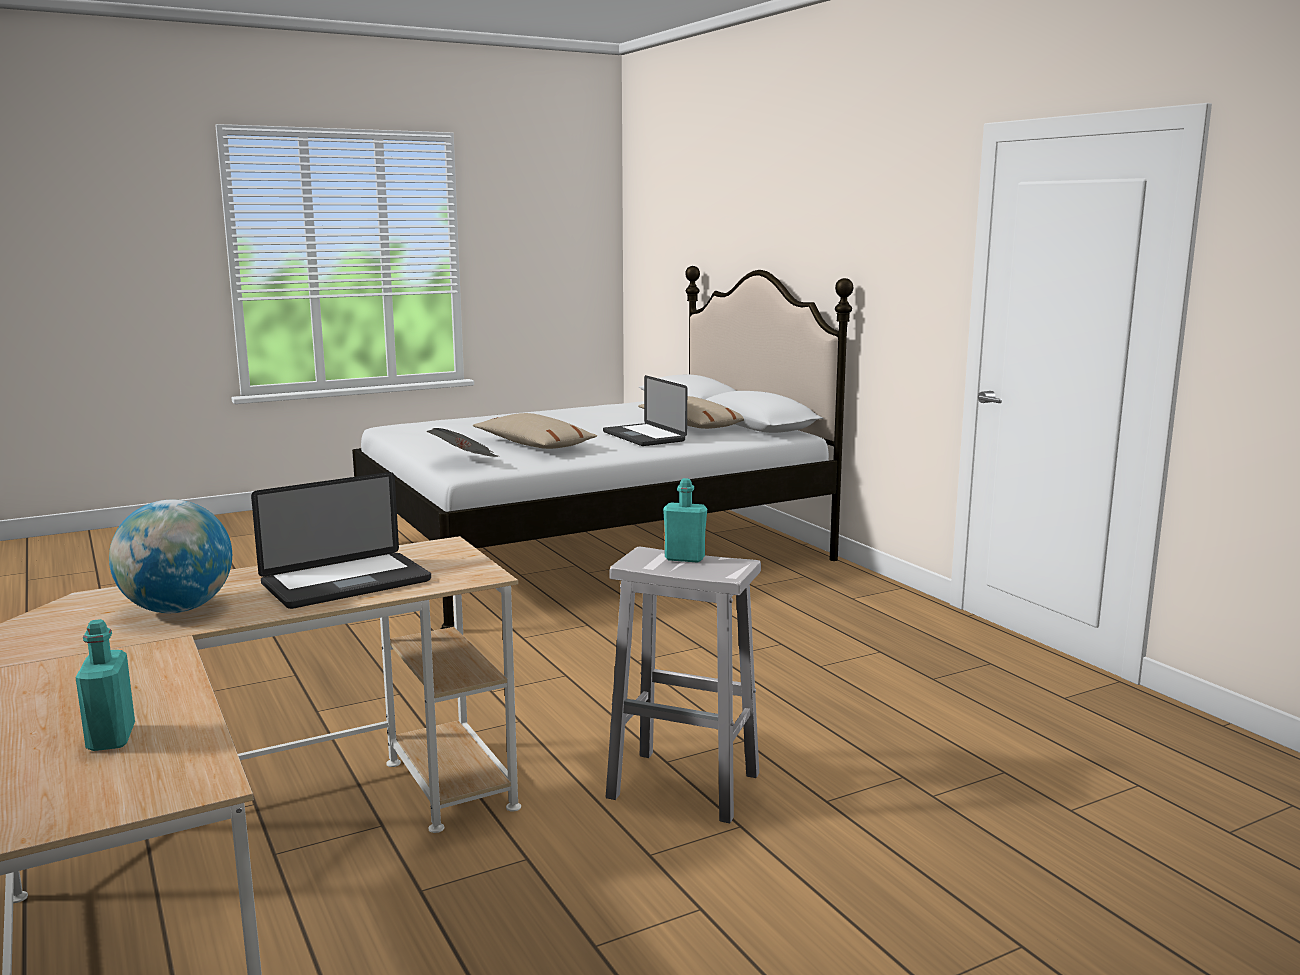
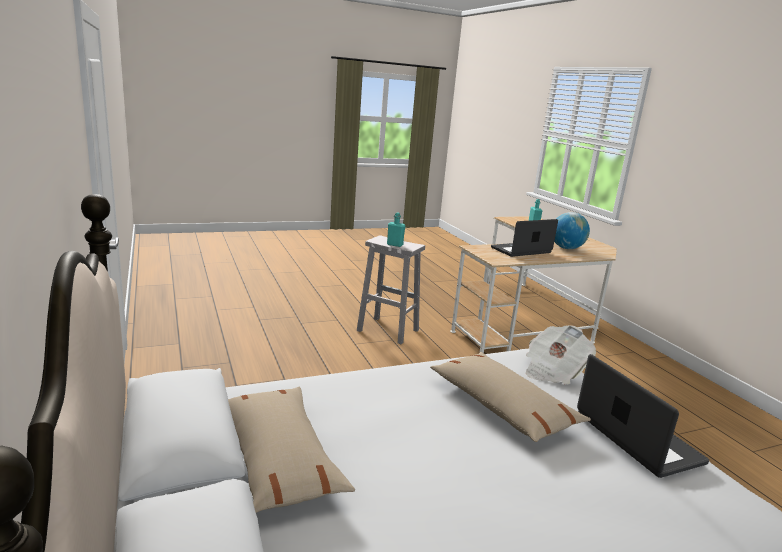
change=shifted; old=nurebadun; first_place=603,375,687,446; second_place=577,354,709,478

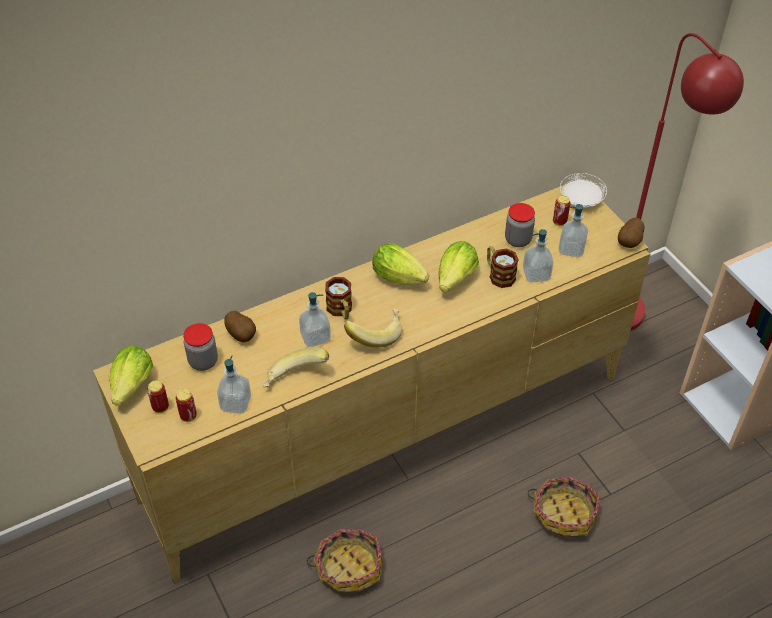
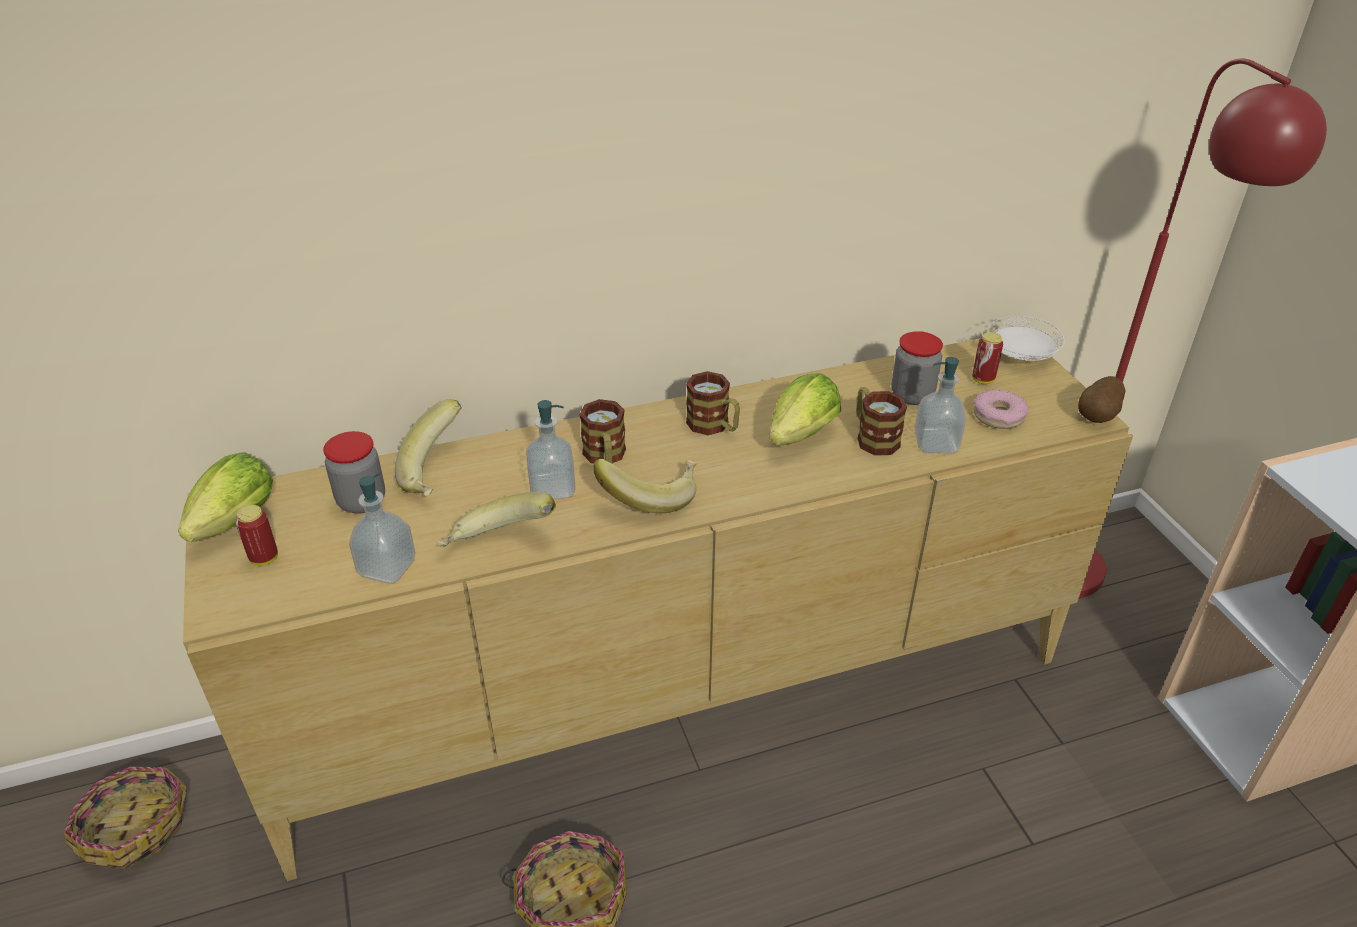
change=shifted; old=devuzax; first_place=527,477,600,537; second_place=64,767,187,868
change=swapped; old=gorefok; new=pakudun; first_place=224,311,256,342; second_place=395,400,462,497
change=swapped; old=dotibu; new=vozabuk; first_place=372,243,429,285; second_place=686,371,740,435
change=swapped; old=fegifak; new=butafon; first_place=559,204,588,257; second_place=973,389,1029,429
change=gone; old=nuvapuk; first_place=175,389,197,422

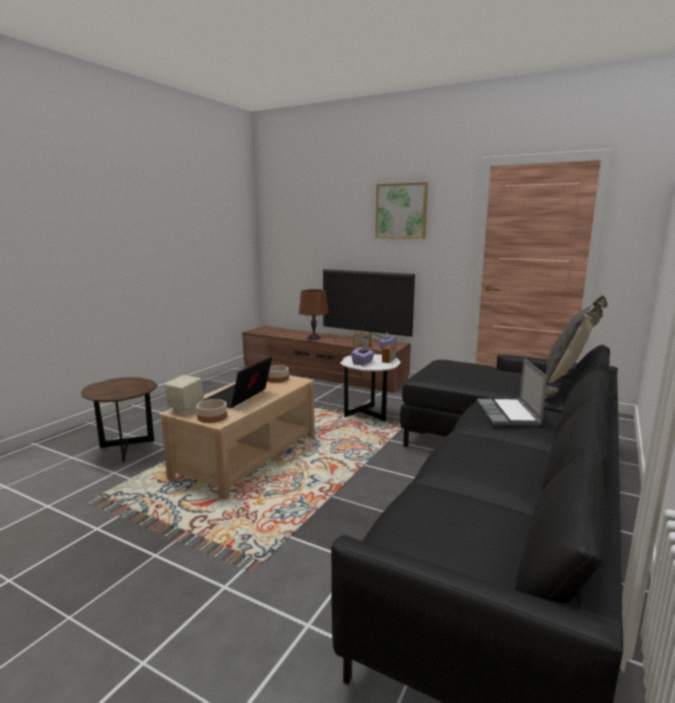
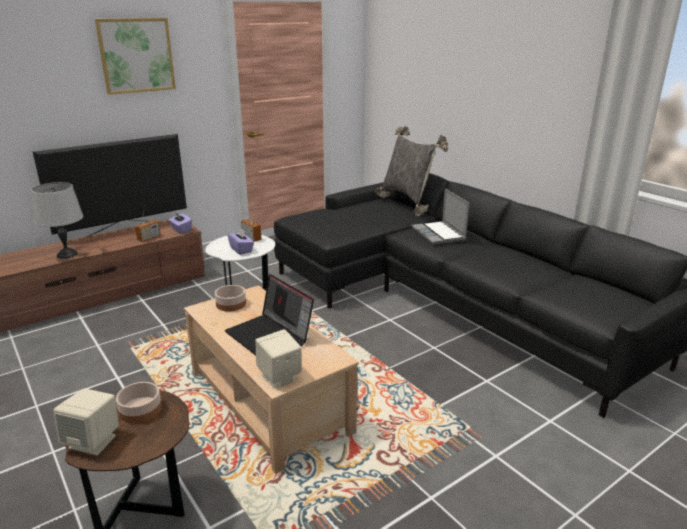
change=repainted; old=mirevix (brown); new=mirevix (grey); first_place=299,289,329,340; second_place=31,182,83,259
change=new; new=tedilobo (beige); second_place=53,388,119,456
change=shifted; old=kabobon; first_place=196,399,227,423; second_place=116,382,162,424
change=rotated; old=nurebadun; first_place=477,358,547,425; second_place=412,188,469,245; degrees=45

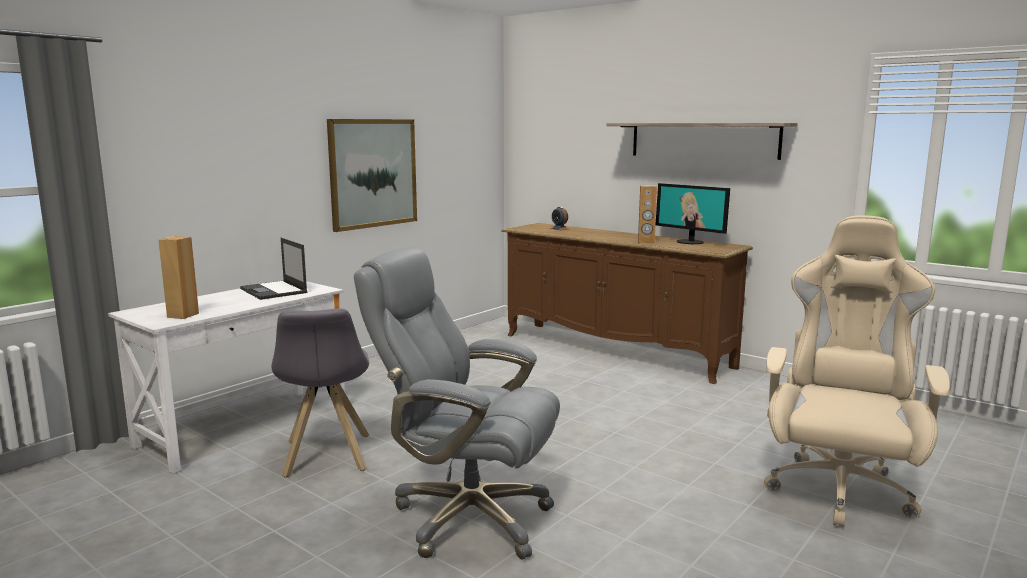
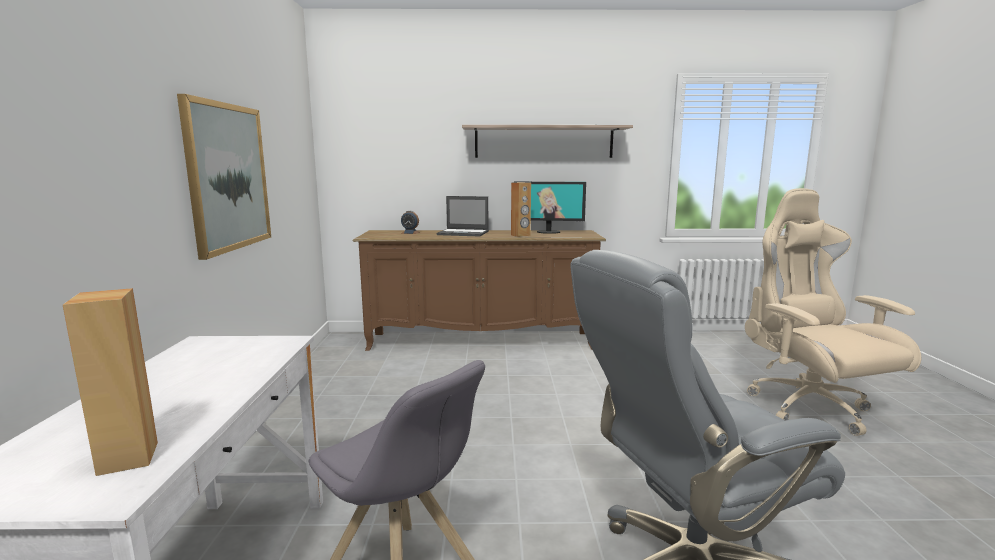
change=shifted; old=nurebadun; first_place=240,238,308,300; second_place=436,196,489,236

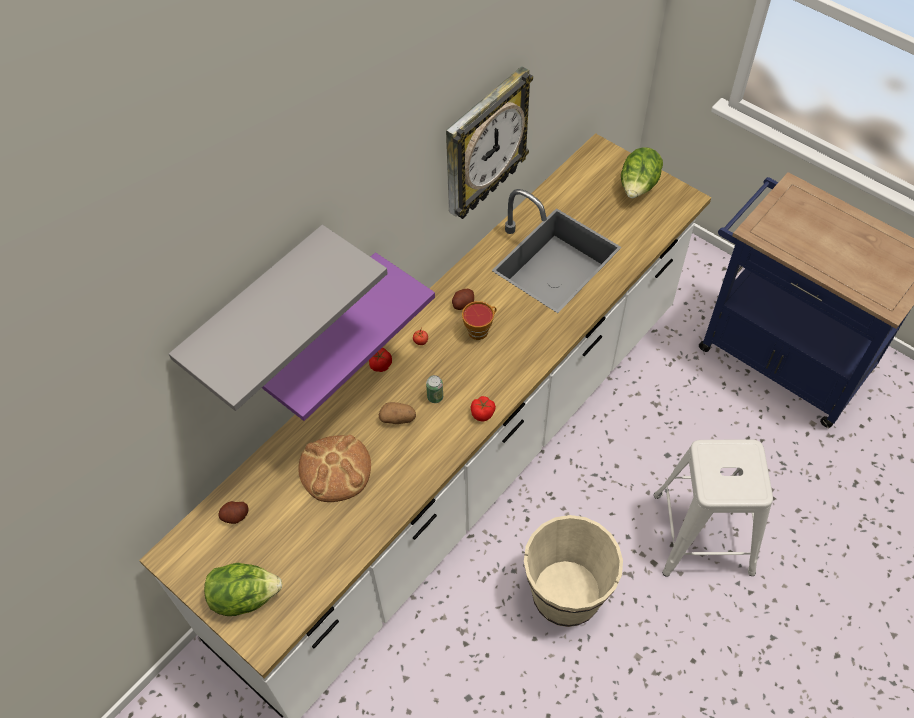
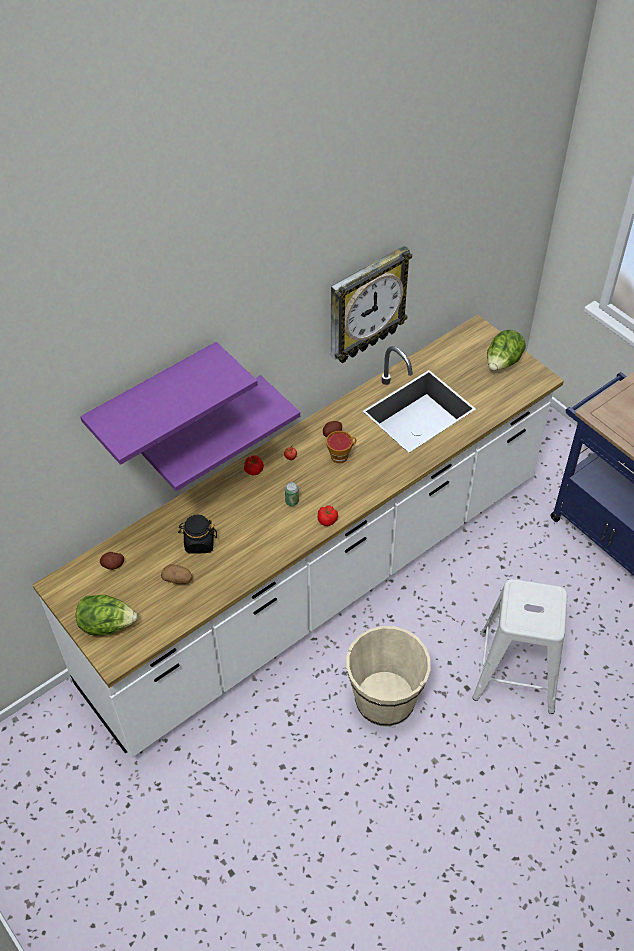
change=repainted; old=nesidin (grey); new=nesidin (purple); first_place=169,225,388,411; second_place=80,342,258,465
change=shifted; old=gorefok; first_place=379,402,416,424; second_place=161,564,192,584
change=swapped; old=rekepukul; new=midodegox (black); first_place=298,435,371,502; second_place=178,515,217,554

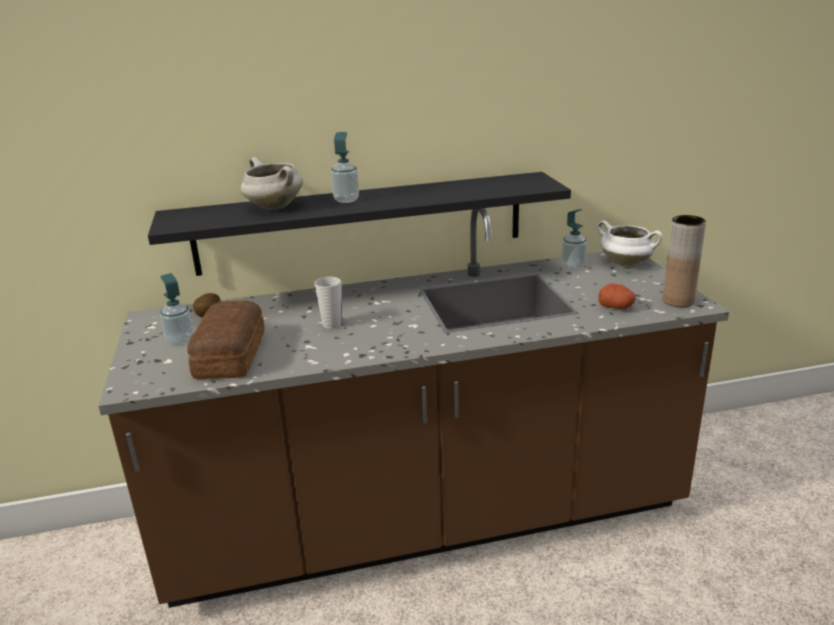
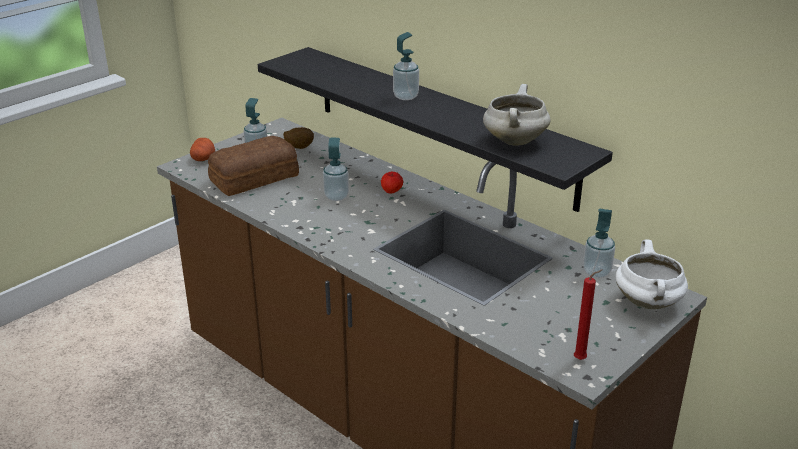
change=shifted; old=gorefok; first_place=598,283,636,309; second_place=190,138,215,161
change=swapped; old=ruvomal; new=fegifak; first_place=314,277,341,329; second_place=323,138,349,201
change=new; new=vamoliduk; second_place=381,172,403,193
change=shifted; old=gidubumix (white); first_place=241,157,303,210; second_place=483,84,550,146
change=swapped; old=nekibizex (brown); new=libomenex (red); first_place=663,215,706,307; second_place=574,269,602,360

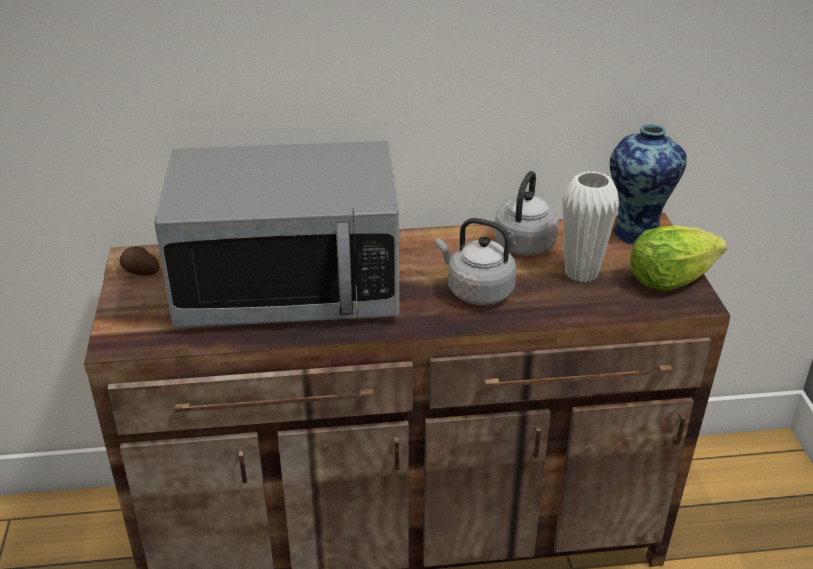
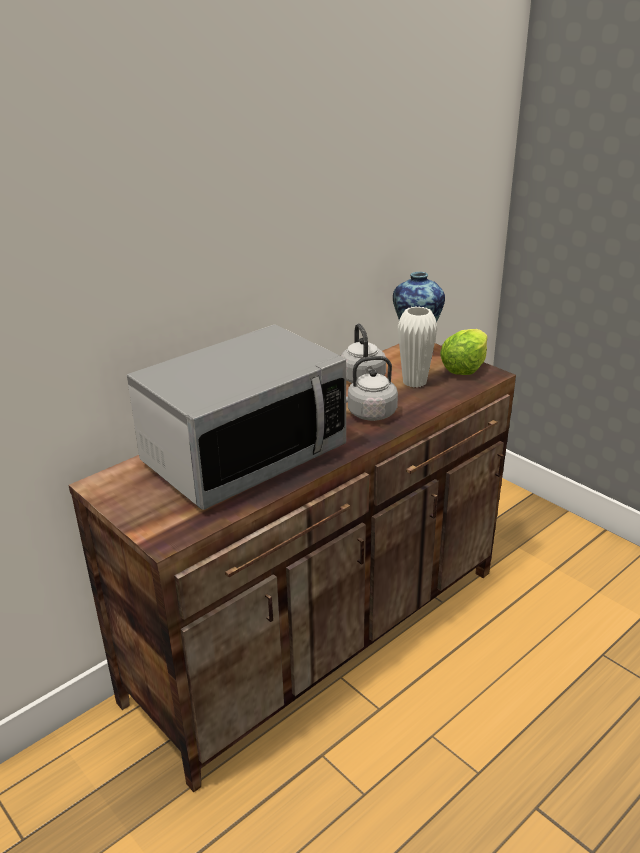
change=gone; old=gorefok; first_place=120,246,160,276

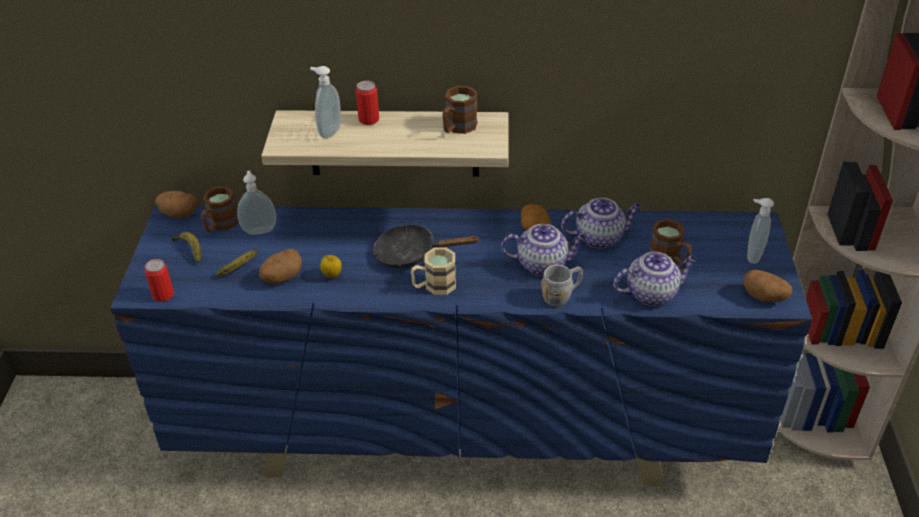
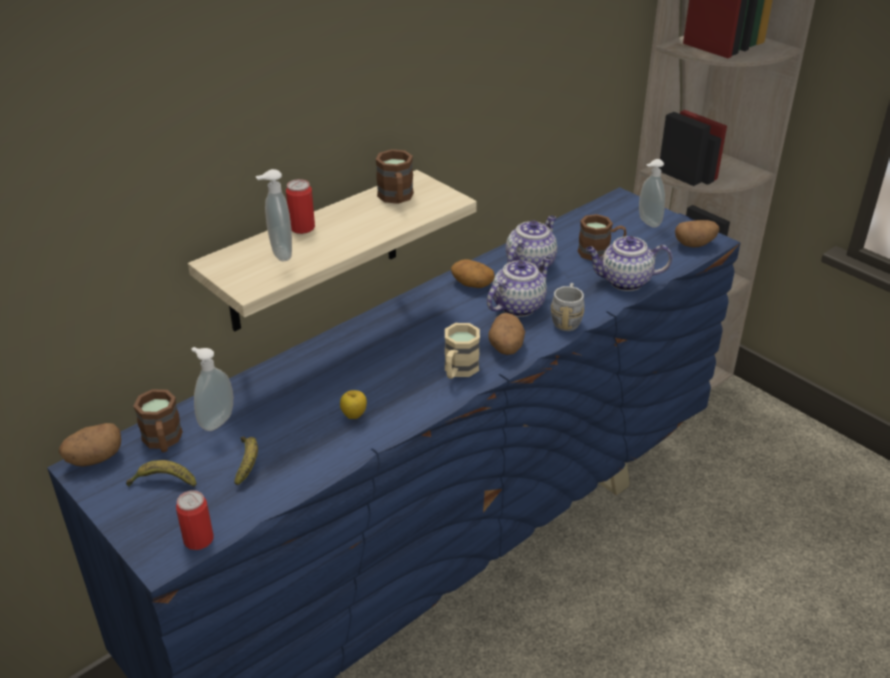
change=shifted; old=gorefok; first_place=259,249,302,284; second_place=488,313,525,355
change=rotated; old=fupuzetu; first_place=613,252,697,306; second_place=586,236,672,291; degrees=-120
change=gone; old=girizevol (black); first_place=373,224,480,268

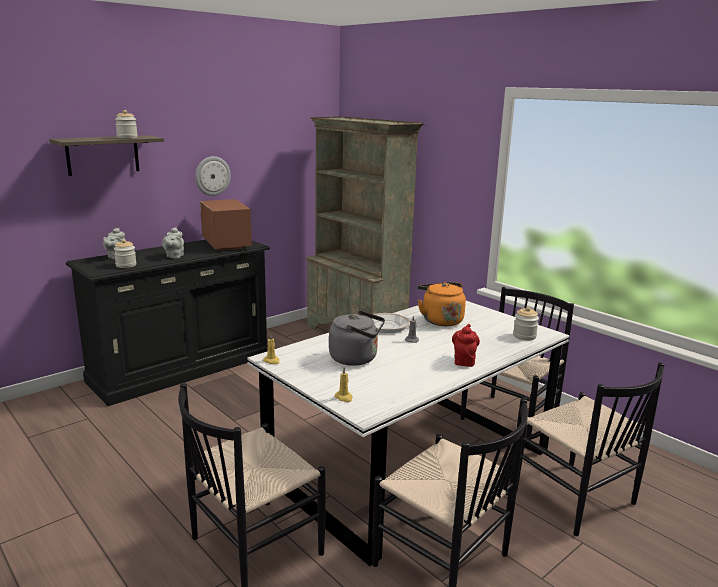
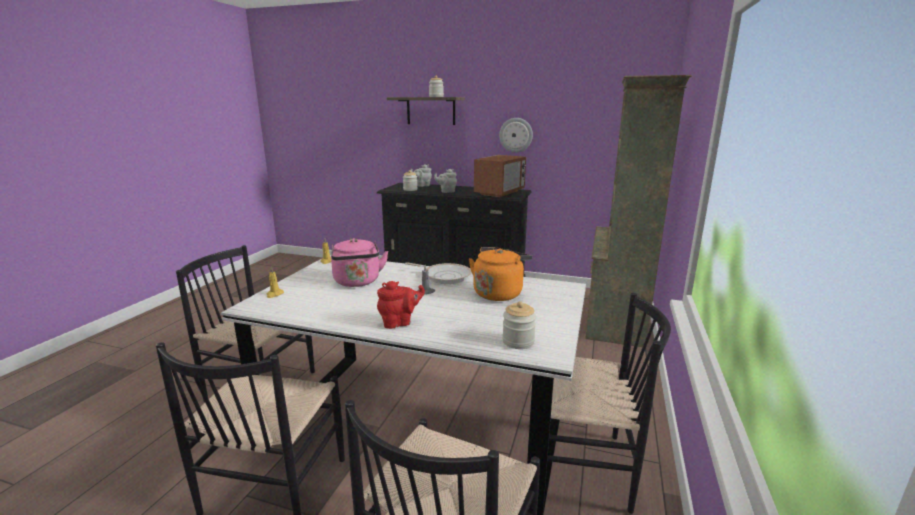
change=repainted; old=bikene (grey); new=bikene (pink); first_place=329,310,385,366; second_place=331,238,389,287

